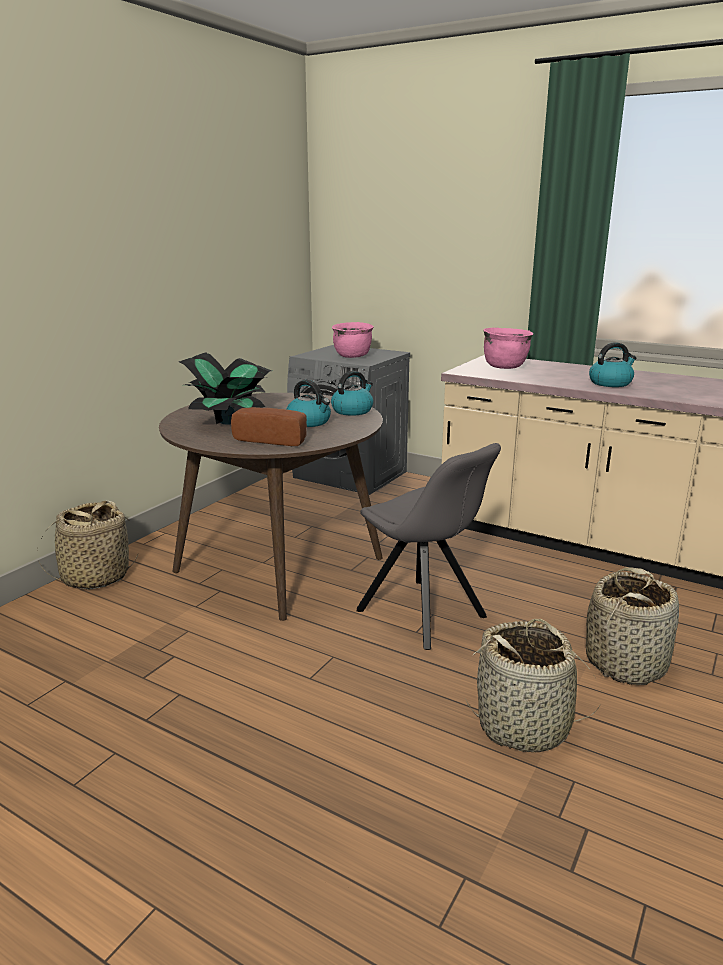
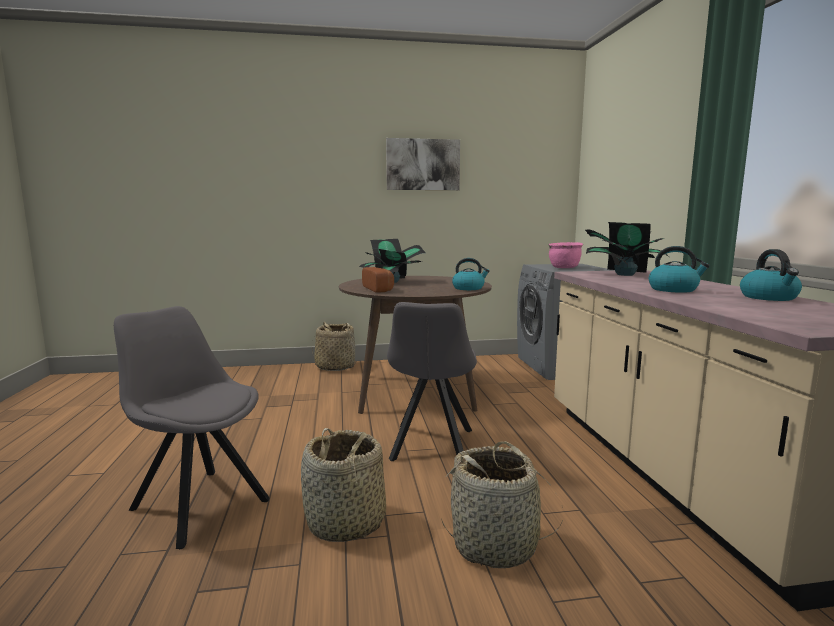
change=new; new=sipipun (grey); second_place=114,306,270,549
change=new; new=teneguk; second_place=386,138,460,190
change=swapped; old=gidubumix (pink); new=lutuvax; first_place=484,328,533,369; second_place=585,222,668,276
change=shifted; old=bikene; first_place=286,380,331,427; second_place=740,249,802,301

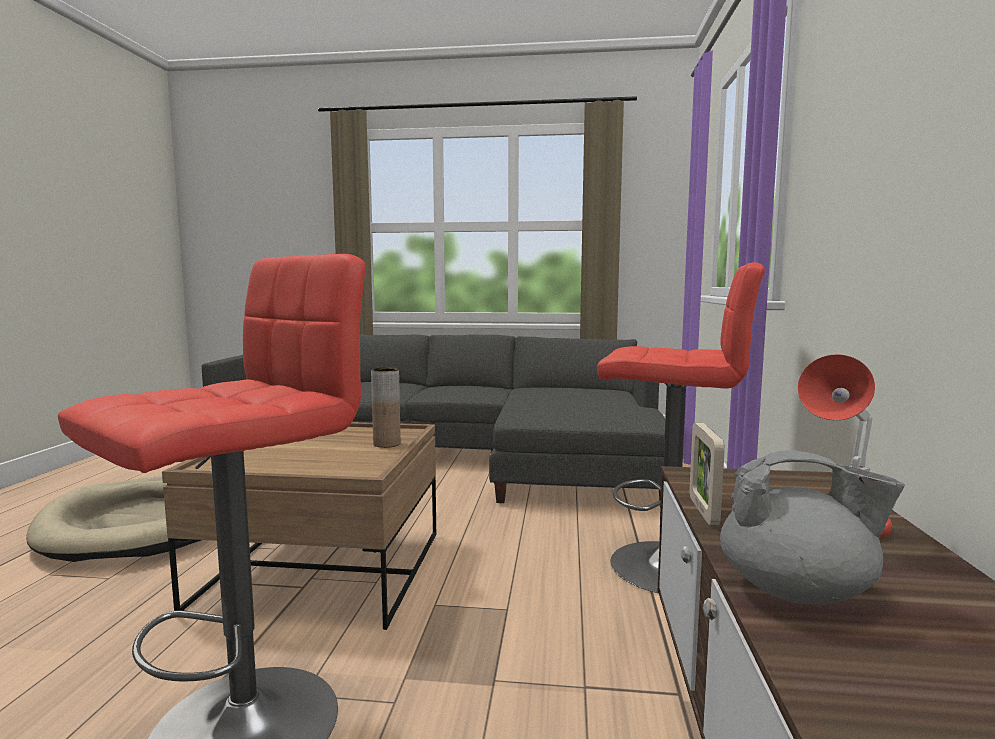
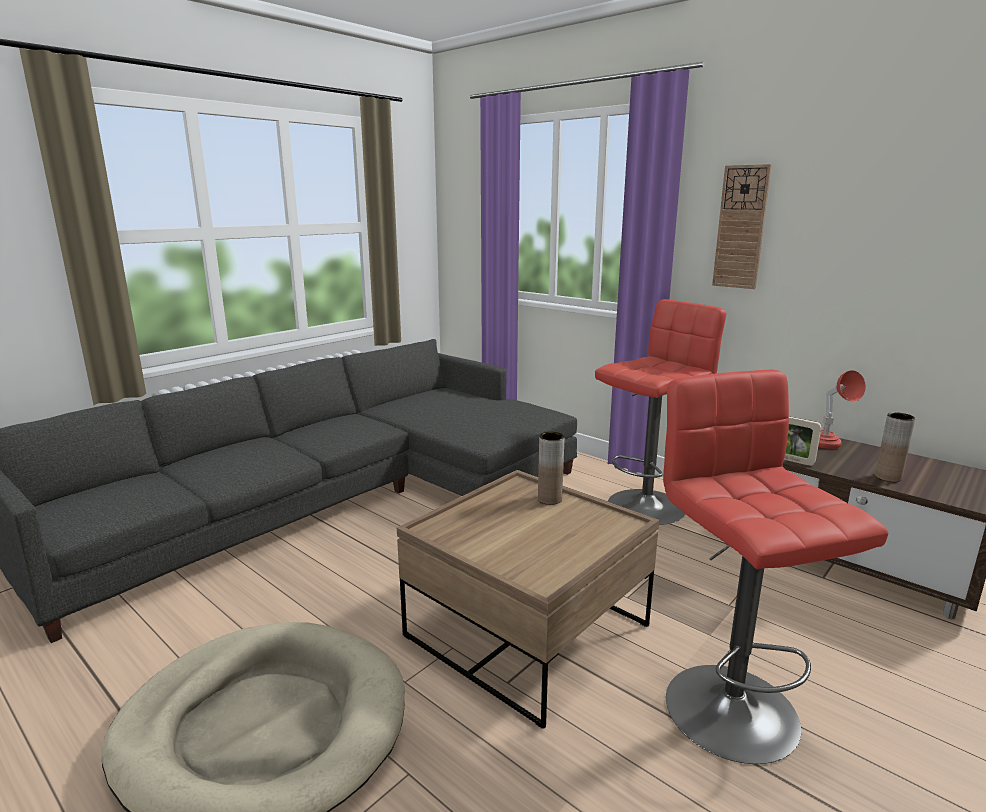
change=new; new=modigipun; second_place=712,164,772,289
change=swapped; old=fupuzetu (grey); new=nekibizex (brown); first_place=720,451,905,605; second_place=875,412,915,482

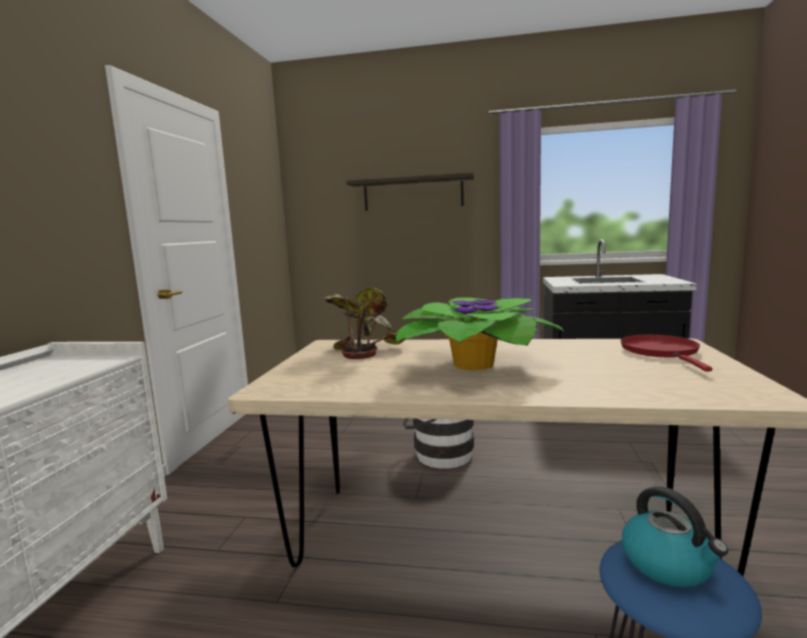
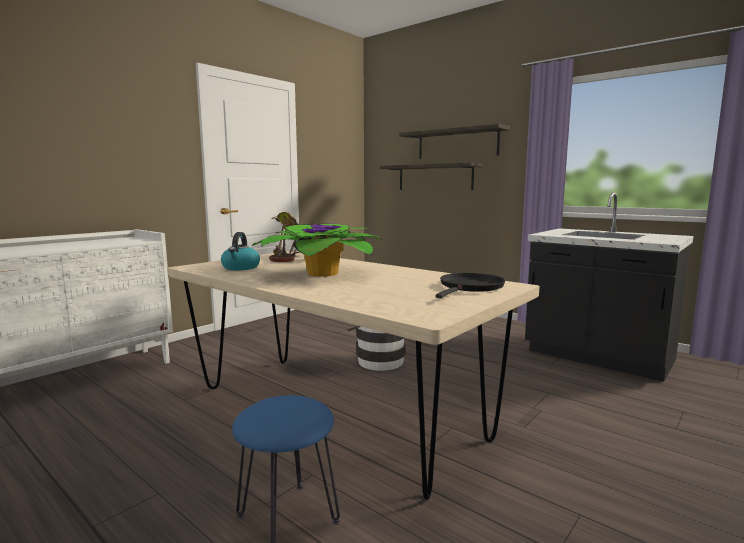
change=shifted; old=bikene; first_place=622,486,728,587; second_place=221,232,260,270
change=new; new=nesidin; second_place=380,162,483,190
change=repainted; old=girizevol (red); new=girizevol (black); first_place=620,335,712,371; second_place=435,273,505,298

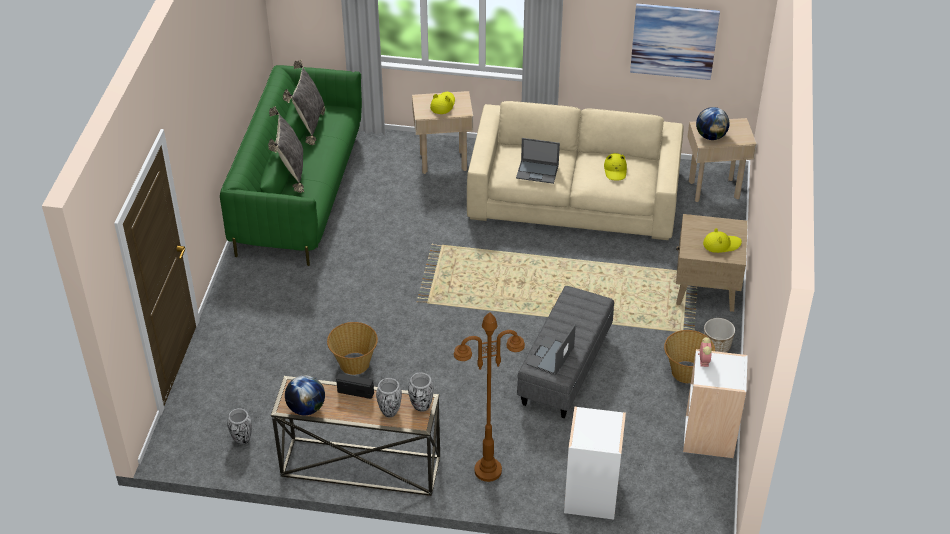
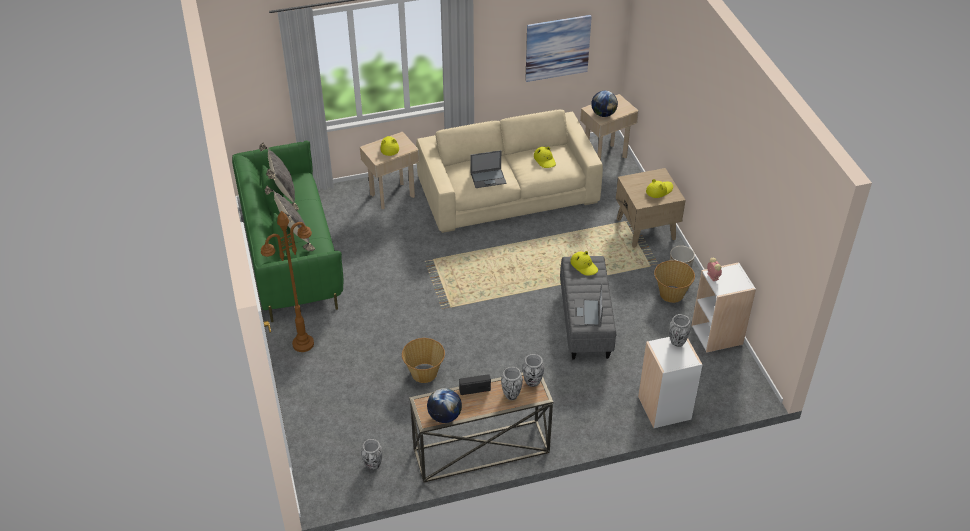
change=shifted; old=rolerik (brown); first_place=454,312,525,482; second_place=261,211,314,352
change=new; new=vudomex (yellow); second_place=570,251,598,275
change=new; new=nekibizex; second_place=669,314,691,347

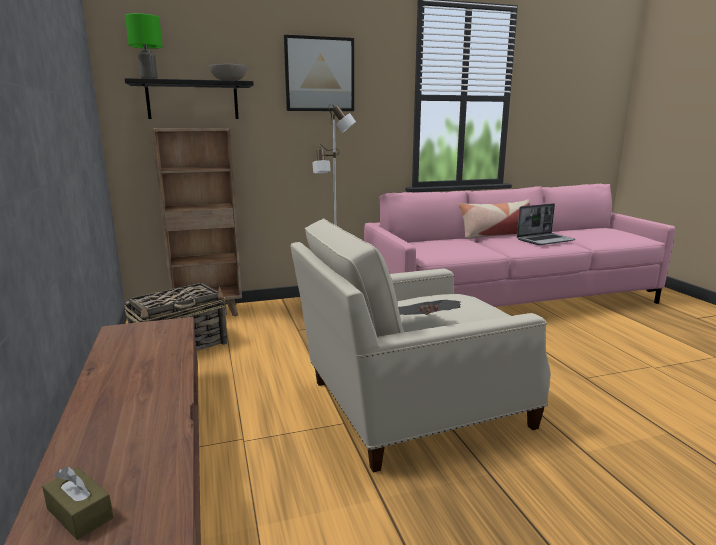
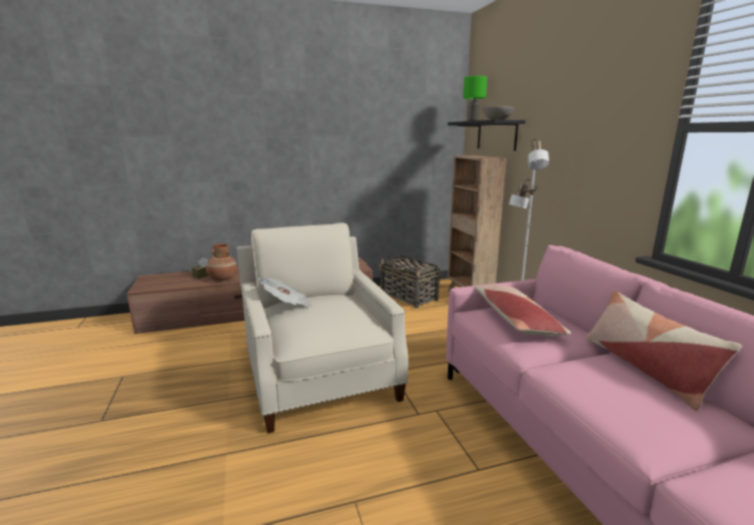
change=new; new=nekibizex (brown); second_place=206,244,237,281
change=new; new=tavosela; second_place=474,285,572,336
change=gone; old=teneguk; first_place=284,35,354,111
change=gone; old=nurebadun; first_place=517,203,576,245

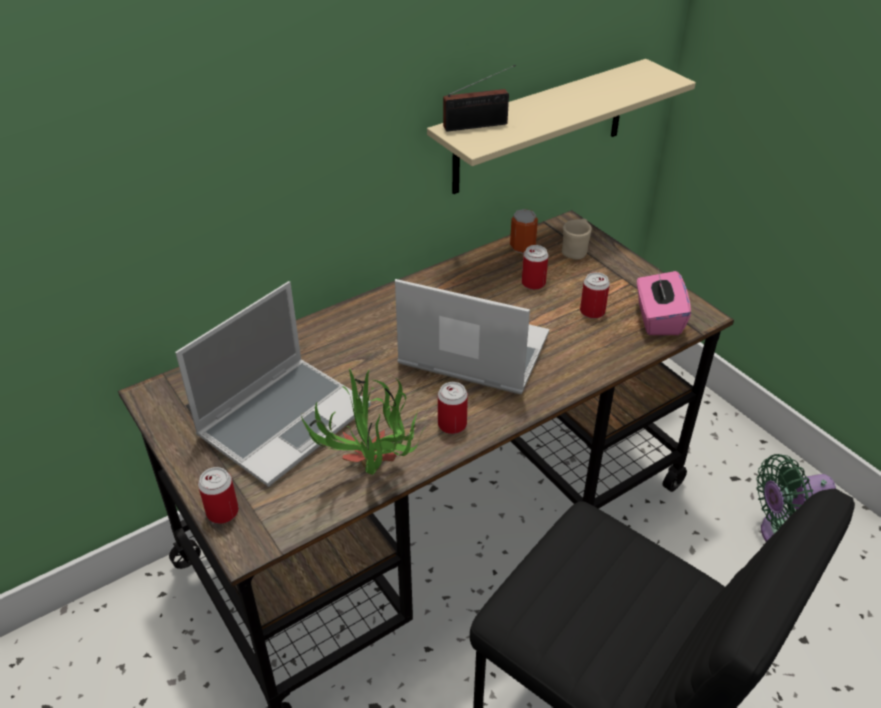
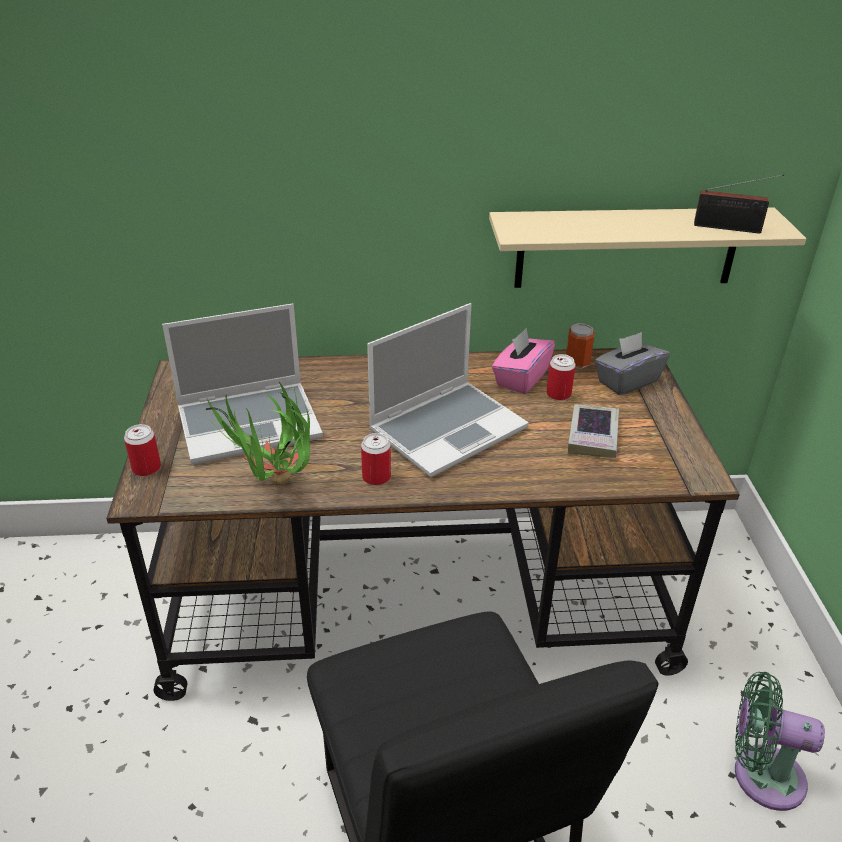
change=rotated; old=nurebadun; first_place=395,279,549,394; second_place=367,303,529,478; degrees=90
change=shifted; old=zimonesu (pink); first_place=637,270,691,335; second_place=492,328,555,394
change=swapped; old=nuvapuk; new=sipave; first_place=580,272,610,319; second_place=568,404,619,458
change=swapped; old=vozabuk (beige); new=zimonesu (grey); first_place=562,218,592,259; second_place=595,332,670,395
change=shifted; old=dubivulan; first_place=443,65,516,132; second_place=694,174,784,234

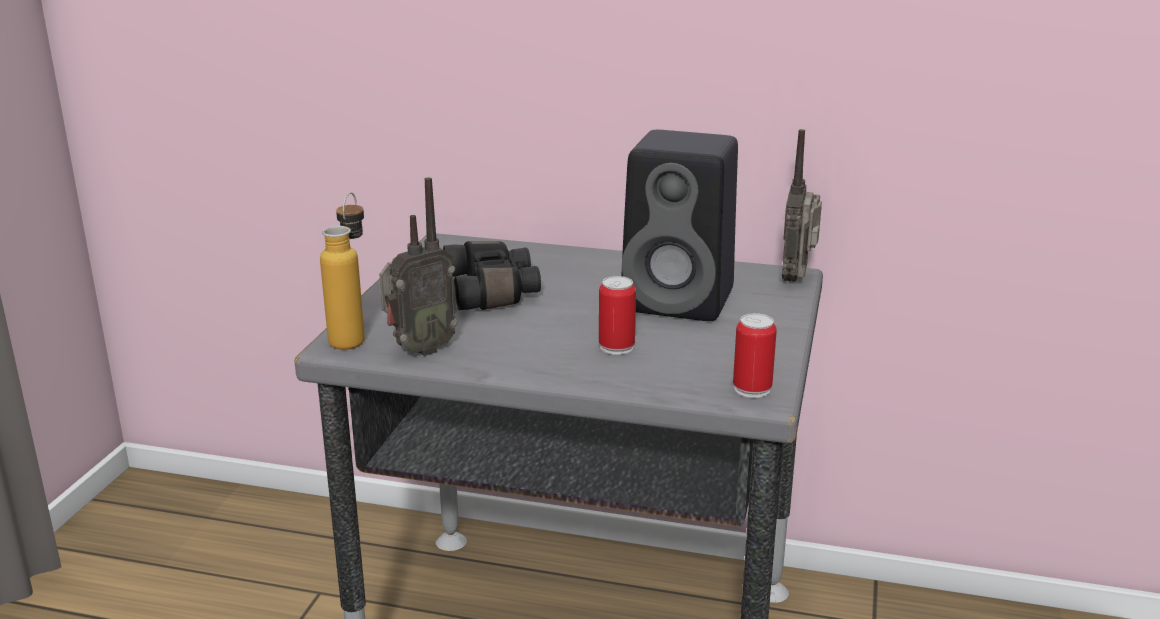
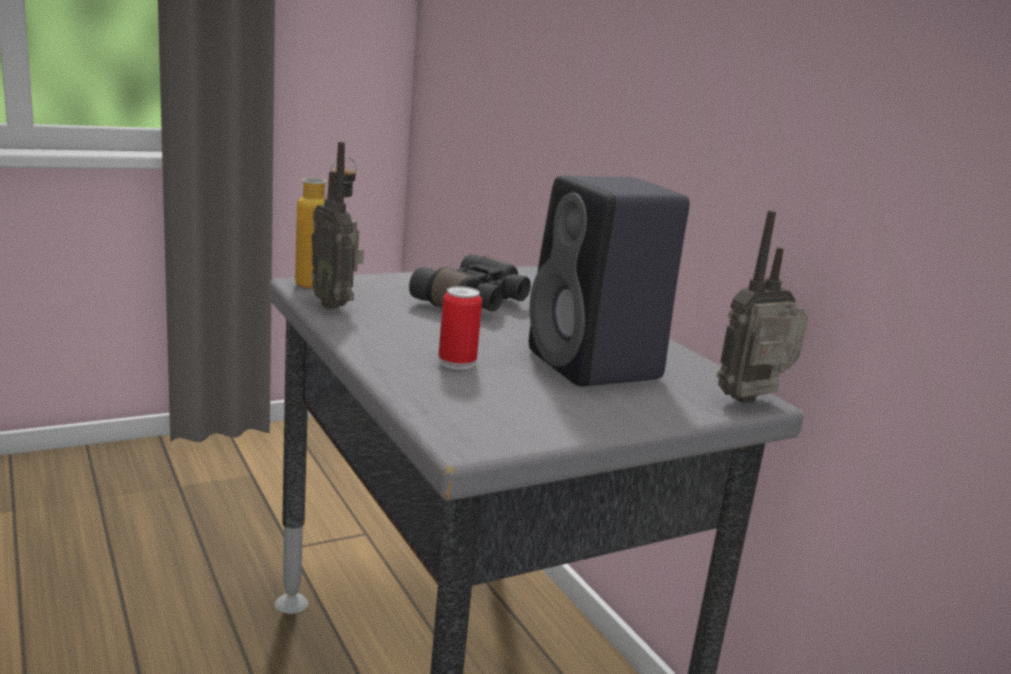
change=rotated; old=dubivulan; first_place=380,177,458,356; second_place=312,142,364,309; degrees=45
change=gone; old=nuvapuk; first_place=733,313,777,398

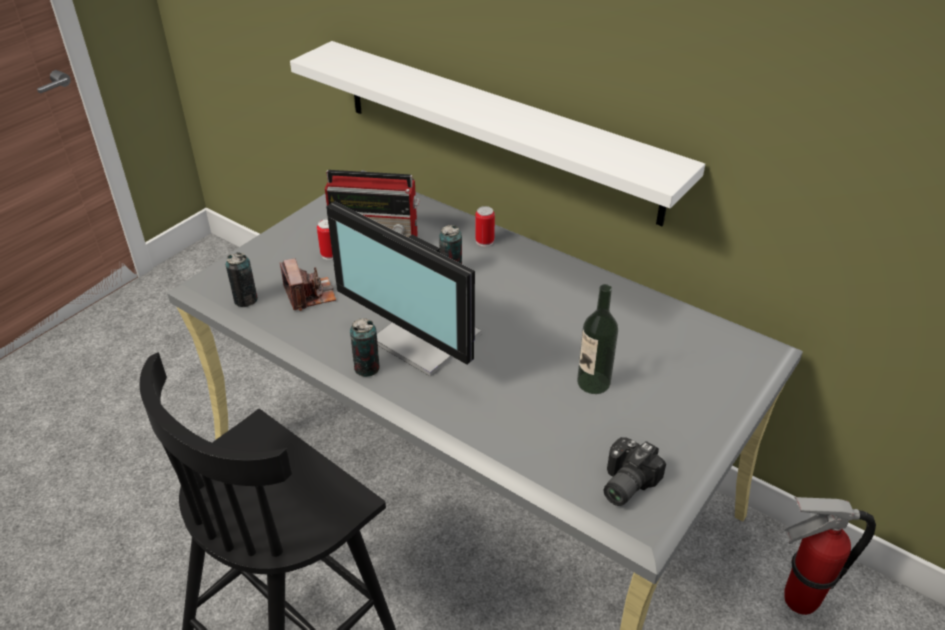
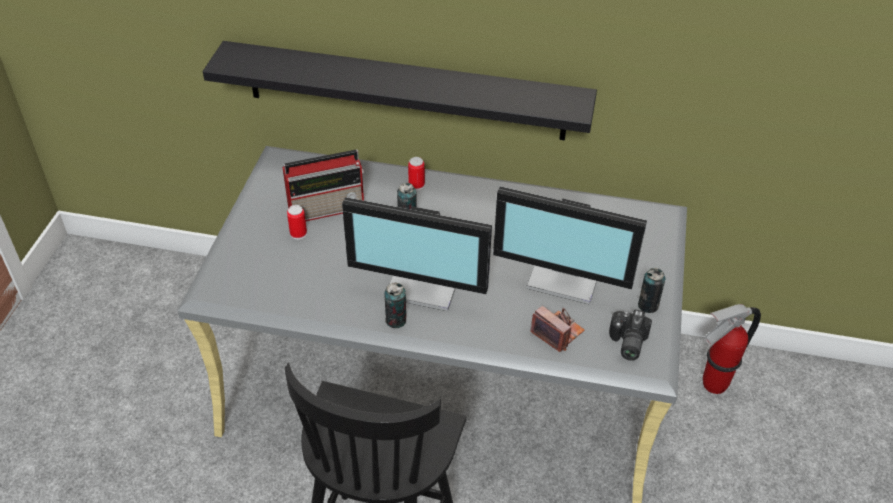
change=repainted; old=nesidin (white); new=nesidin (black); first_place=290,41,705,226; second_place=203,41,597,141
change=swapped; old=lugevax; new=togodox; first_place=577,284,618,394; second_place=493,186,647,305
change=shifted; old=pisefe; first_place=280,258,336,311; second_place=530,306,585,352
change=shifted; old=nuvapuk; first_place=226,252,258,307; second_place=638,268,666,313

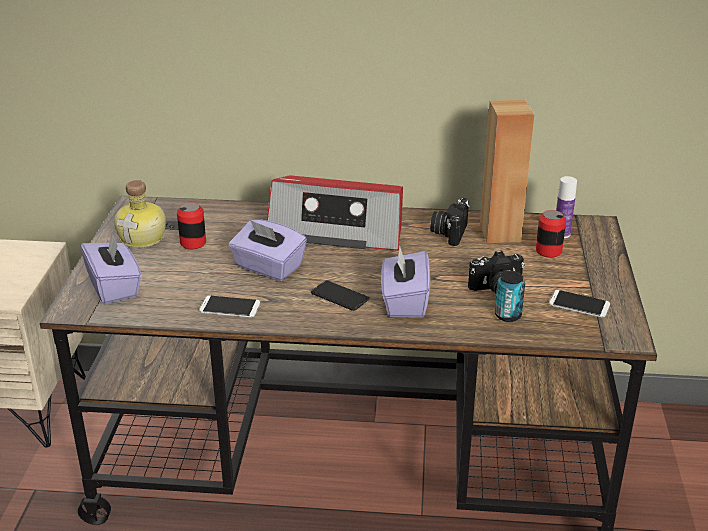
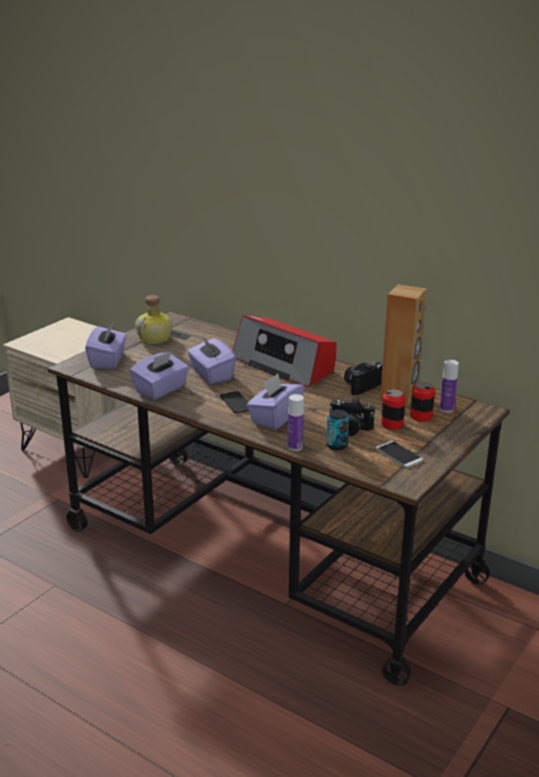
change=swapped; old=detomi; new=zimonesu (purple); first_place=199,295,260,317; second_place=130,351,190,400
change=new; new=lugevax; second_place=288,394,304,451
change=shifted; old=nuvapuk; first_place=177,203,206,249; second_place=381,389,406,430

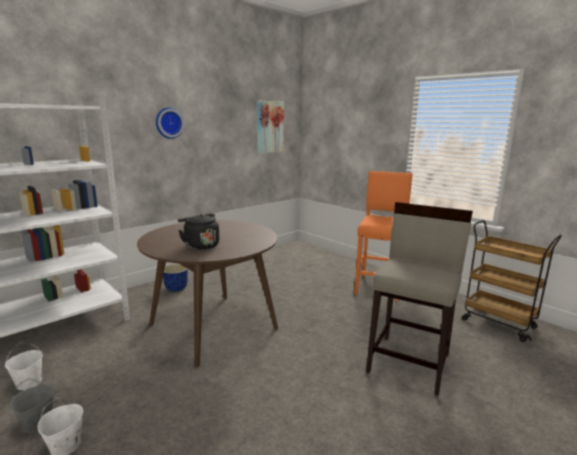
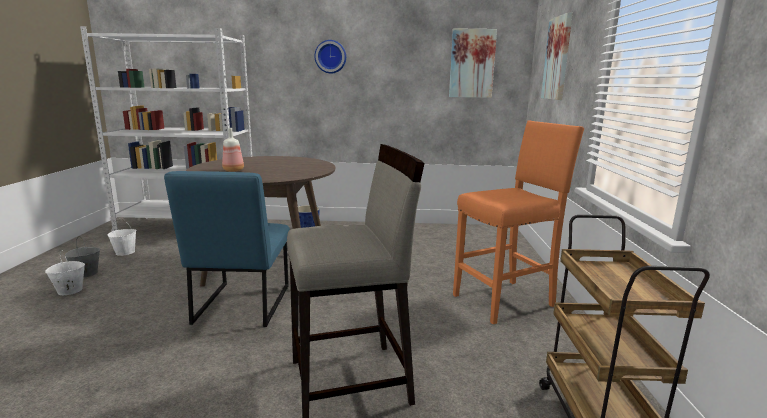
change=new; new=sipipun (blue); second_place=164,171,290,327
change=swapped; old=bikene (black); new=lugevax; first_place=178,214,219,250; second_place=222,128,244,172
change=new; new=teneguk; second_place=541,12,573,100

